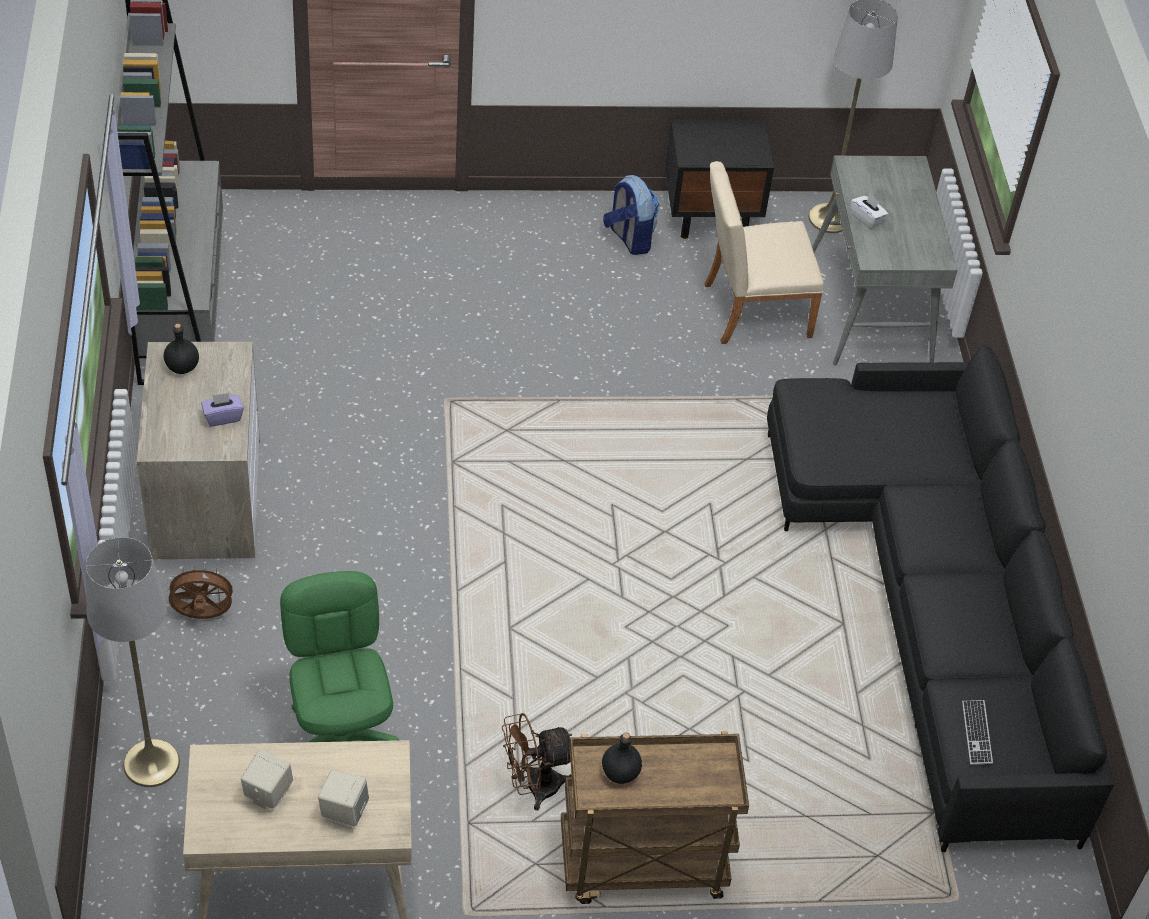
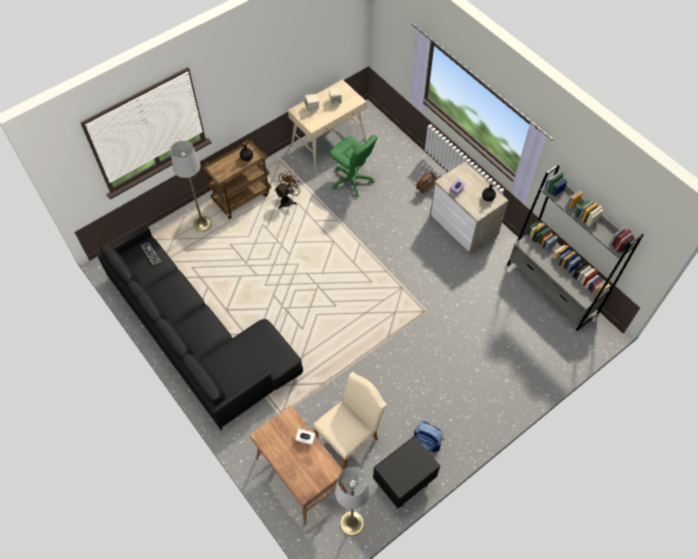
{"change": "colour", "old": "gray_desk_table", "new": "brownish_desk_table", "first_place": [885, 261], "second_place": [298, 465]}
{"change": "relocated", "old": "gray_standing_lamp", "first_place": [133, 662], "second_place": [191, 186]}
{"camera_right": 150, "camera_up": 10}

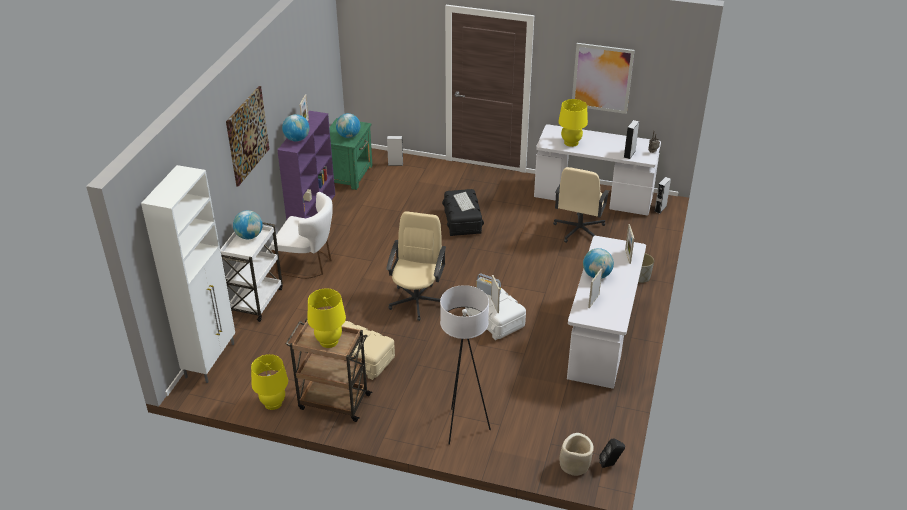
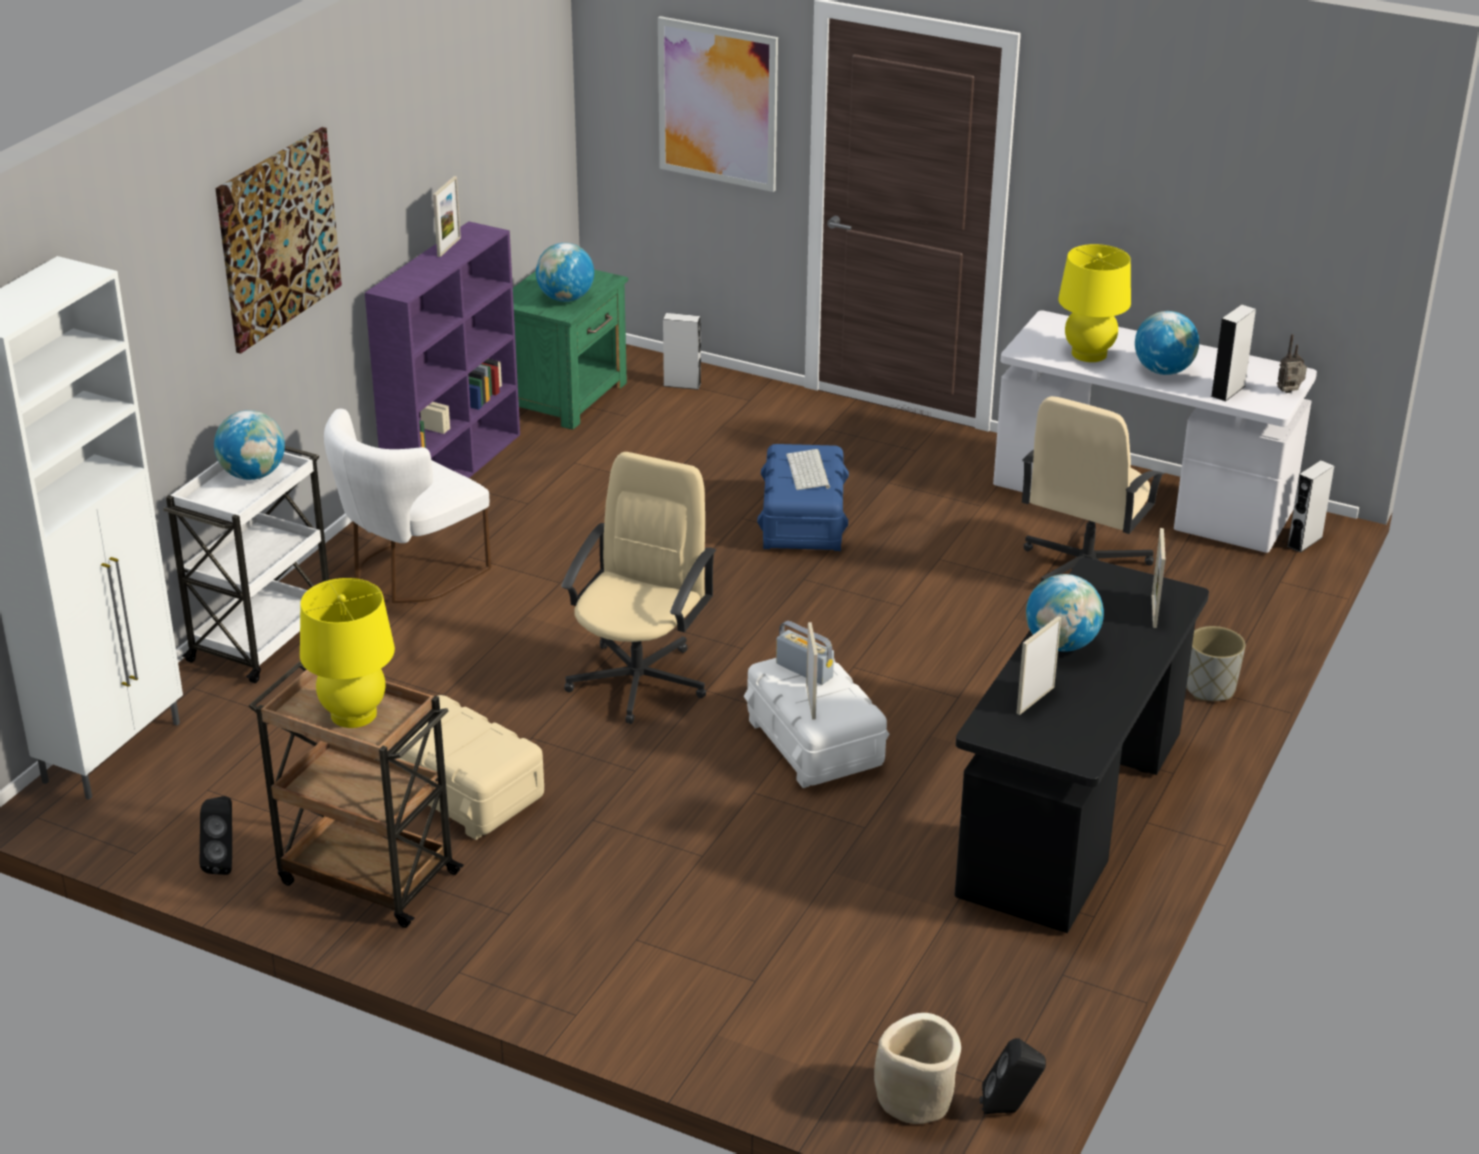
{"change": "relocated", "old": "wall_picture", "first_place": [603, 78], "second_place": [718, 104]}
{"change": "relocated", "old": "globe", "first_place": [295, 128], "second_place": [1167, 343]}
{"change": "colour", "old": "black-coloured_storage_container", "new": "bluish_storage_container", "first_place": [463, 212], "second_place": [803, 497]}
{"change": "spun", "old": "white_chair", "first_place": [302, 235], "second_place": [407, 506], "degrees": 105}
{"change": "colour", "old": "white_desk_table", "new": "black-coloured_desk_table", "first_place": [606, 312], "second_place": [1082, 745]}
{"change": "missing", "old": "white_standing_lamp", "first_place": [465, 365]}
{"change": "exchanged", "old": "yellowish_tabletop_lamp", "new": "black-coloured_audio_speaker", "first_place": [269, 382], "second_place": [216, 835]}
{"camera_right": 10, "camera_up": -5}

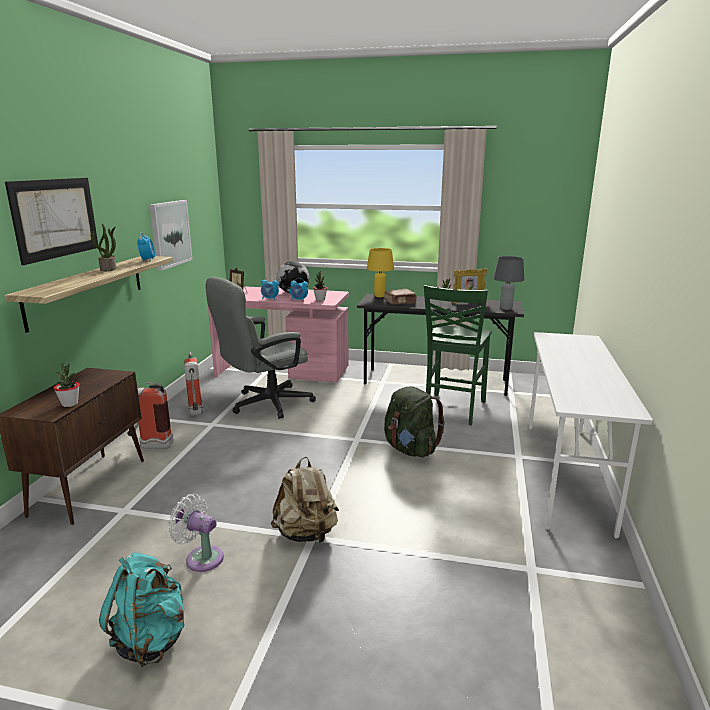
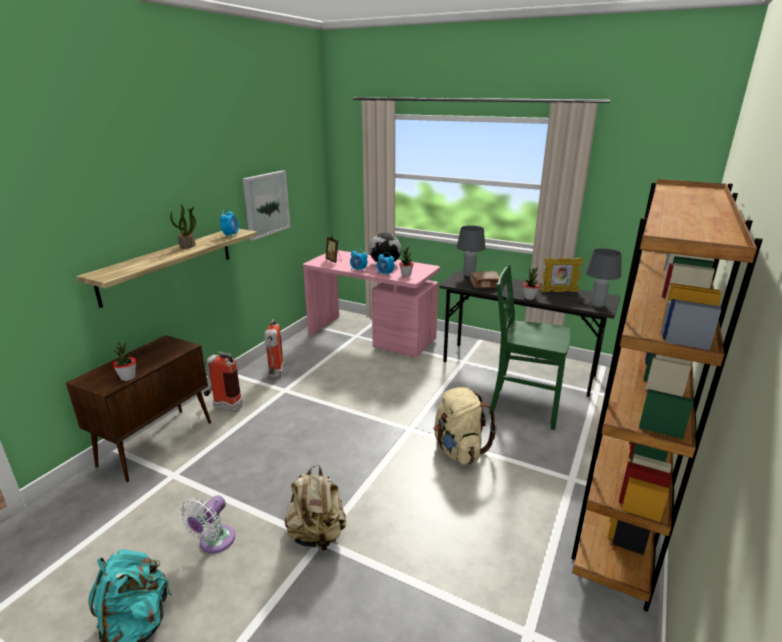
{"change": "missing", "old": "wall_picture", "first_place": [51, 221]}
{"change": "colour", "old": "yellowish_tabletop_lamp", "new": "gray_tabletop_lamp", "first_place": [380, 272], "second_place": [471, 251]}
{"change": "missing", "old": "gray_office_chair", "first_place": [260, 348]}
{"change": "spun", "old": "greenish_chair", "first_place": [458, 355], "second_place": [530, 347], "degrees": 75}
{"change": "exchanged", "old": "white_desk_table", "new": "brownish_bookcase", "first_place": [591, 435], "second_place": [667, 395]}
{"change": "colour", "old": "greenish_backpack", "new": "beige_backpack", "first_place": [414, 421], "second_place": [465, 426]}
{"change": "spun", "old": "white_cooling_fan", "first_place": [196, 533], "second_place": [207, 524], "degrees": -105}
{"camera_right": 15, "camera_up": 5}

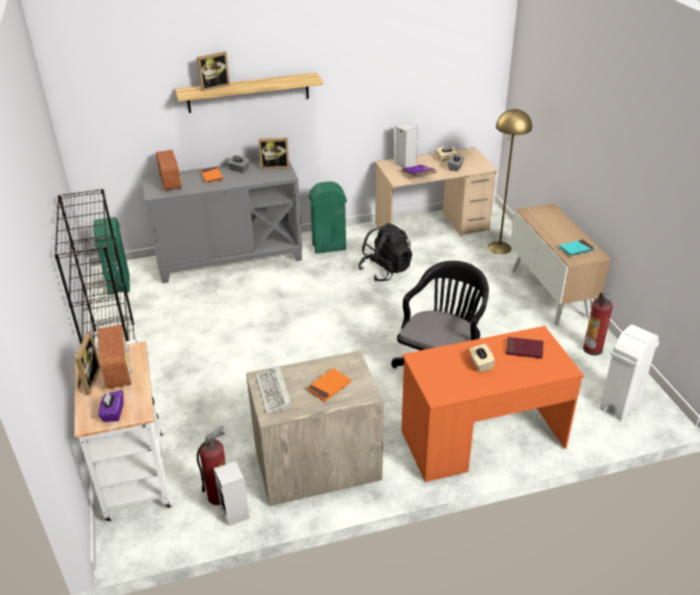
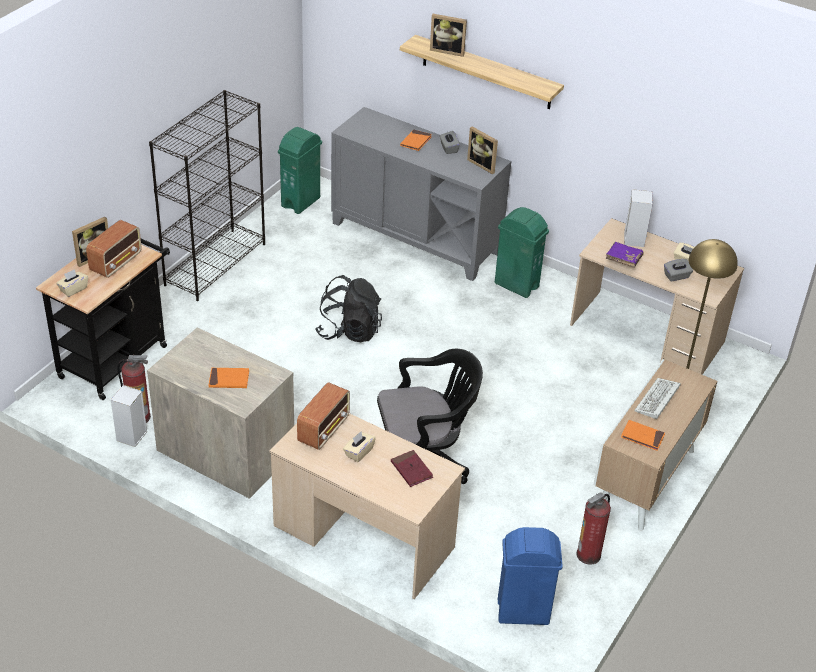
{"change": "relocated", "old": "radio_set", "first_place": [169, 170], "second_place": [323, 416]}
{"change": "relocated", "old": "black-coloured_backpack", "first_place": [385, 252], "second_place": [348, 308]}
{"change": "colour", "old": "blue-green_book", "new": "orange_book", "first_place": [577, 248], "second_place": [643, 435]}
{"change": "colour", "old": "white_trash_can", "new": "bluish_trash_can", "first_place": [629, 372], "second_place": [530, 576]}
{"change": "colour", "old": "orange_desk_table", "new": "beige_desk_table", "first_place": [492, 404], "second_place": [367, 506]}
{"change": "colour", "old": "white_cart", "new": "black-coloured_cart", "first_place": [123, 429], "second_place": [103, 319]}
{"change": "relocated", "old": "keyboard", "first_place": [274, 390], "second_place": [657, 398]}
{"change": "colour", "old": "purple_tissue_holder", "new": "beige_tissue_holder", "first_place": [111, 406], "second_place": [72, 283]}
{"camera_right": 45, "camera_up": 5}

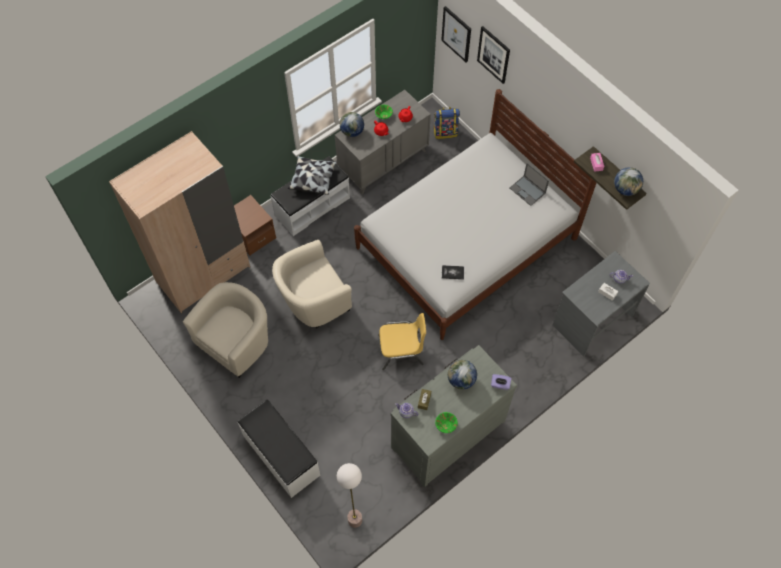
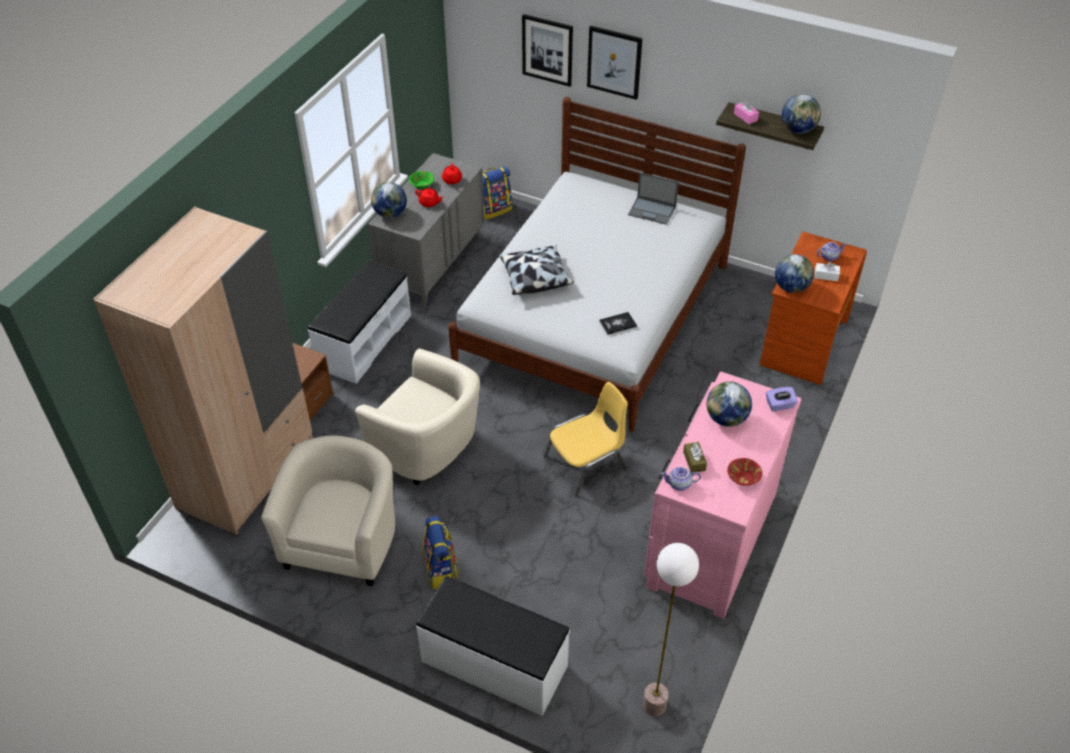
{"change": "relocated", "old": "wall_picture", "first_place": [456, 34], "second_place": [615, 63]}
{"change": "relocated", "old": "cushion", "first_place": [312, 175], "second_place": [536, 270]}
{"change": "spun", "old": "beige_lounge_chair", "first_place": [312, 284], "second_place": [417, 417], "degrees": -90}
{"change": "colour", "old": "gray_desk_table", "new": "brownish_desk_table", "first_place": [601, 303], "second_place": [813, 308]}
{"change": "colour", "old": "gray_dresser", "new": "pink-coloured_dresser", "first_place": [454, 416], "second_place": [722, 495]}
{"change": "colour", "old": "greenish_bowl", "new": "reddish_bowl", "first_place": [446, 422], "second_place": [744, 472]}
{"change": "appeared", "new": "globe", "second_place": [794, 273]}
{"change": "appeared", "new": "backpack", "second_place": [440, 552]}
{"camera_right": -25, "camera_up": -15}

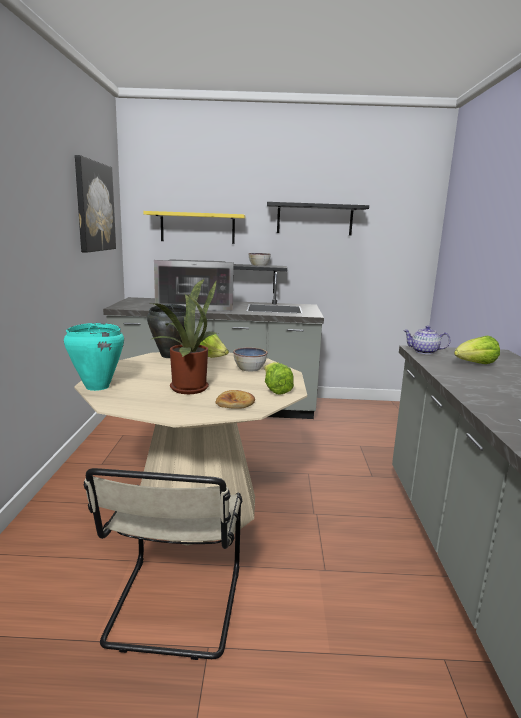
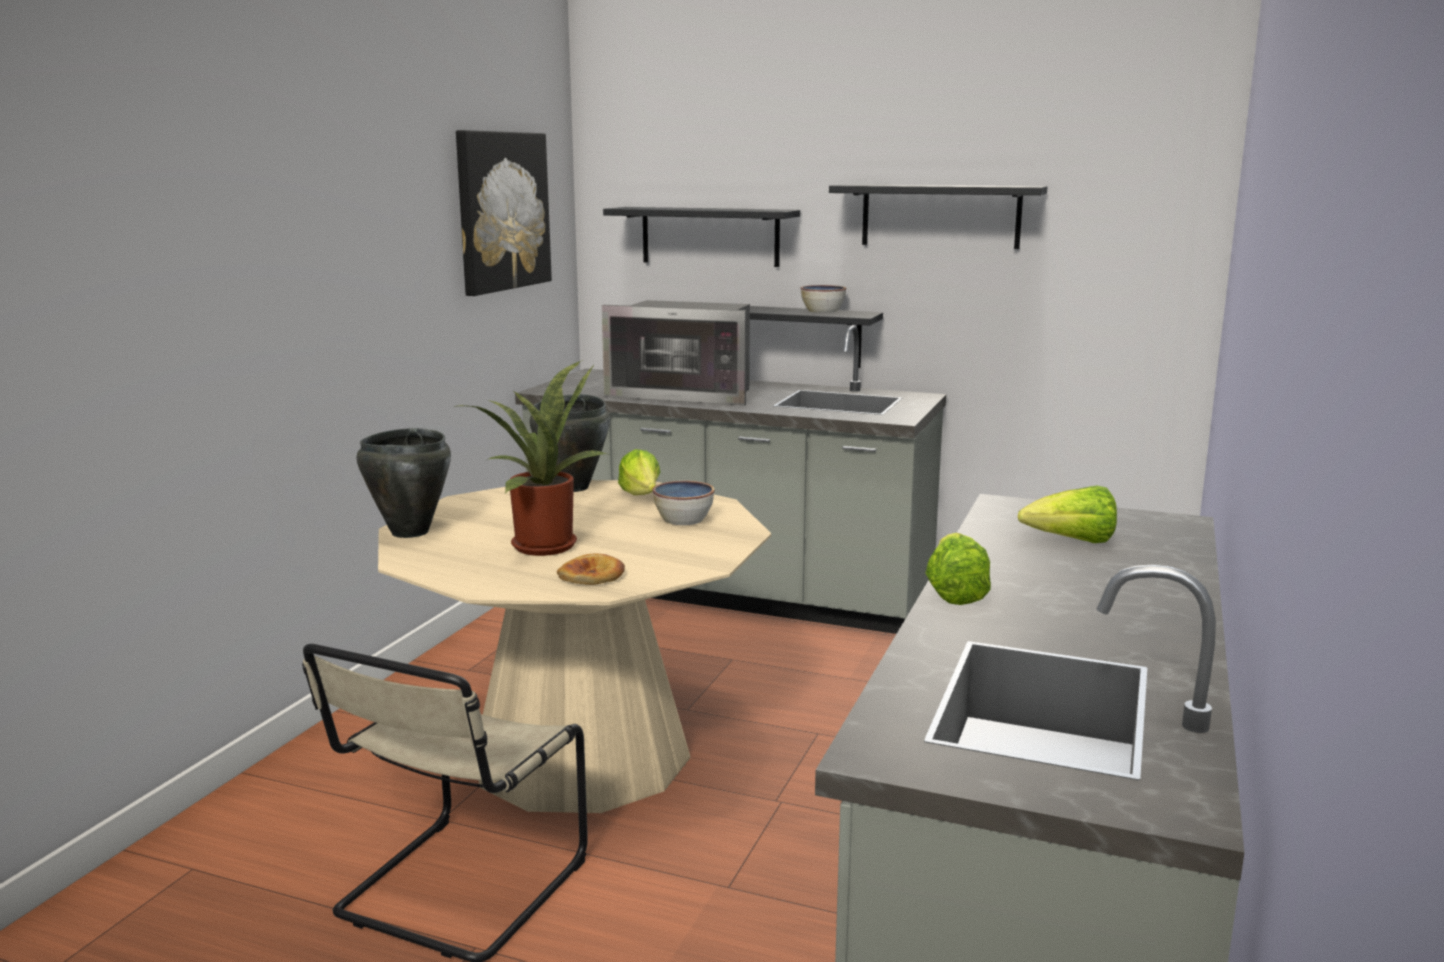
{"change": "colour", "old": "yellowish_bracket_shelf", "new": "black-coloured_bracket_shelf", "first_place": [194, 227], "second_place": [701, 237]}
{"change": "colour", "old": "blue-green_cooking_pot", "new": "black-coloured_cooking_pot", "first_place": [94, 357], "second_place": [403, 483]}
{"change": "missing", "old": "pot_for_tea", "first_place": [427, 340]}
{"change": "relocated", "old": "head_of_lettuce", "first_place": [279, 378], "second_place": [958, 569]}
{"camera_right": 20, "camera_up": 0}

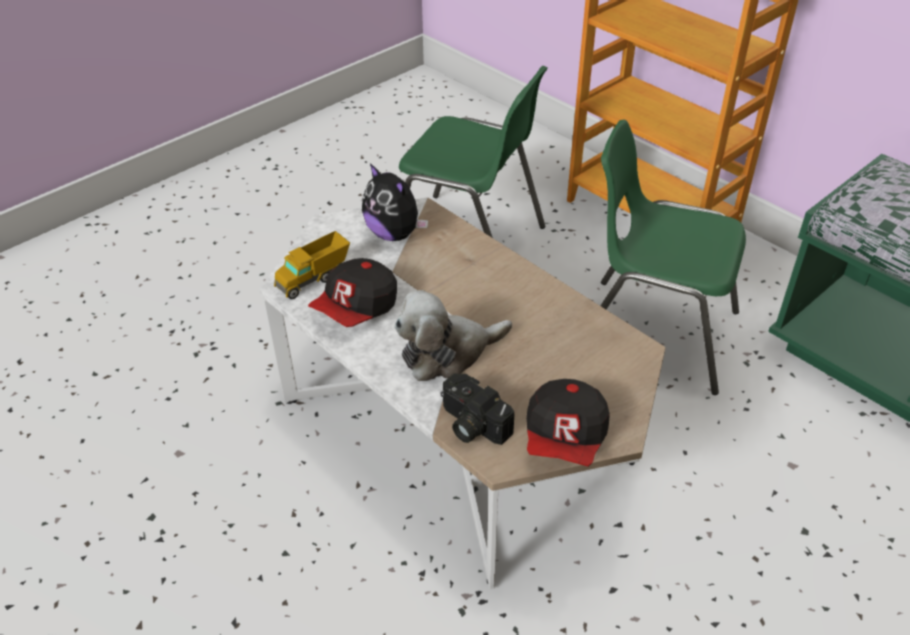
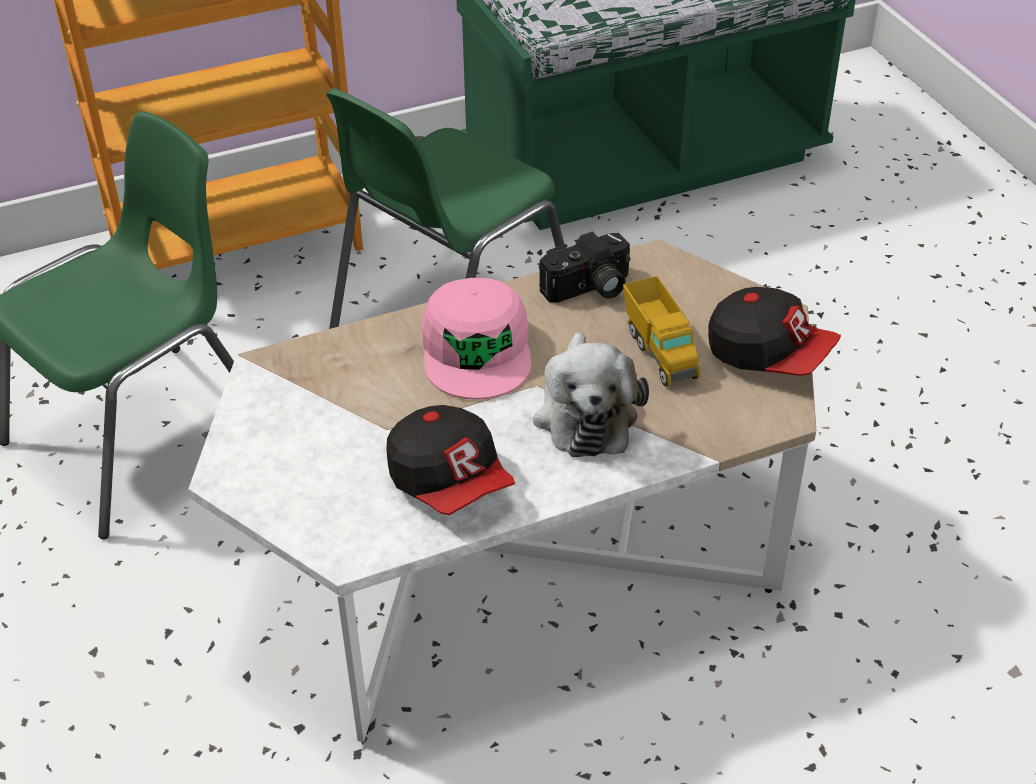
{"change": "missing", "old": "cuddly_toy", "first_place": [395, 202]}
{"change": "relocated", "old": "model_truck", "first_place": [312, 265], "second_place": [661, 331]}
{"change": "relocated", "old": "still_camera", "first_place": [477, 409], "second_place": [584, 266]}
{"change": "appeared", "new": "pink-coloured_peaked_cap", "second_place": [476, 339]}
{"camera_right": -70, "camera_up": 0}

